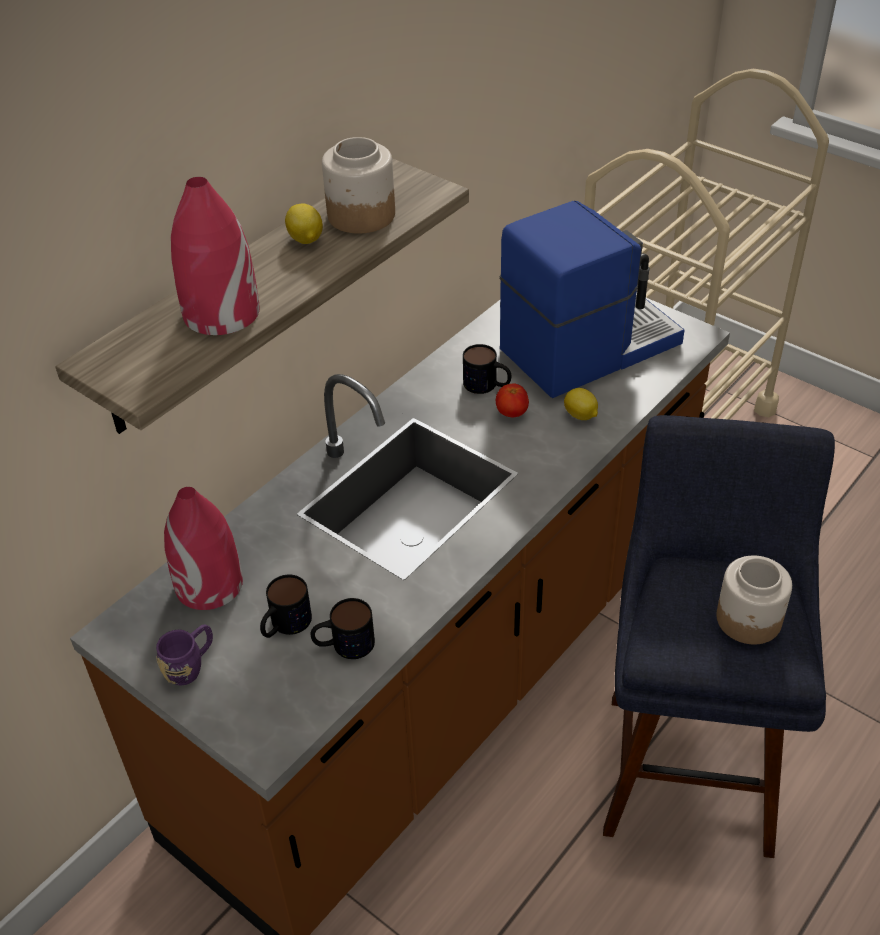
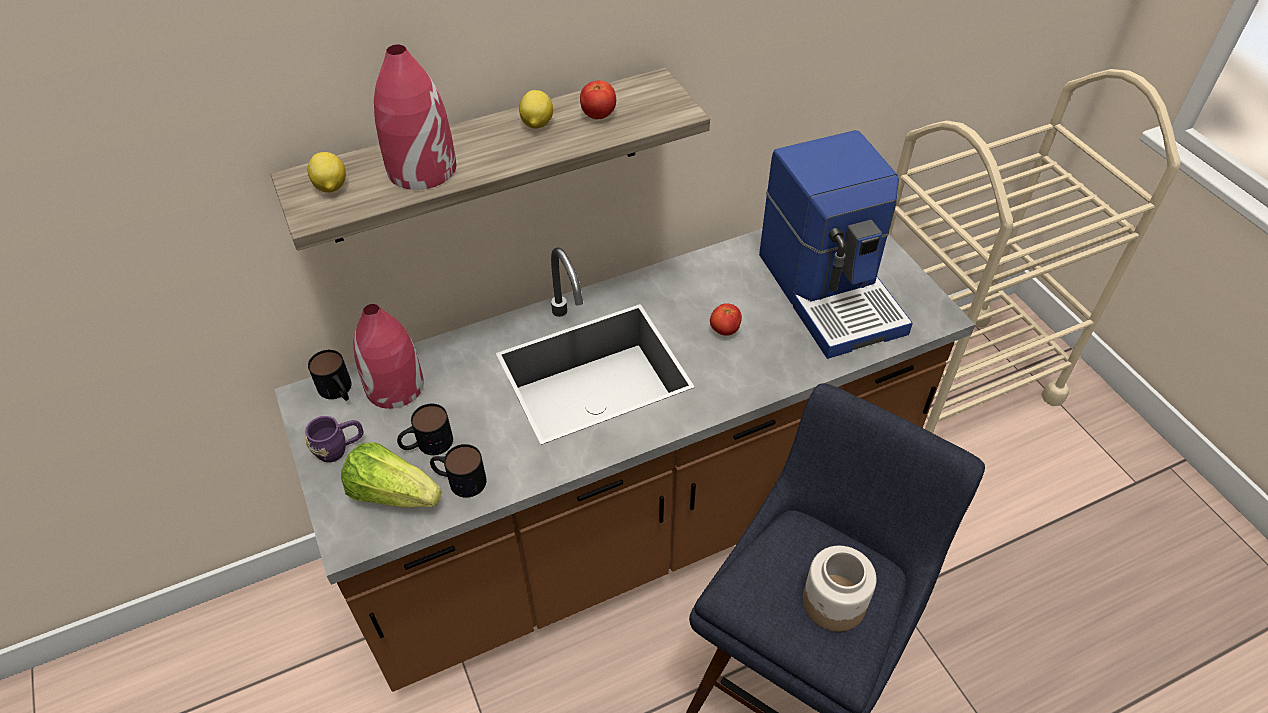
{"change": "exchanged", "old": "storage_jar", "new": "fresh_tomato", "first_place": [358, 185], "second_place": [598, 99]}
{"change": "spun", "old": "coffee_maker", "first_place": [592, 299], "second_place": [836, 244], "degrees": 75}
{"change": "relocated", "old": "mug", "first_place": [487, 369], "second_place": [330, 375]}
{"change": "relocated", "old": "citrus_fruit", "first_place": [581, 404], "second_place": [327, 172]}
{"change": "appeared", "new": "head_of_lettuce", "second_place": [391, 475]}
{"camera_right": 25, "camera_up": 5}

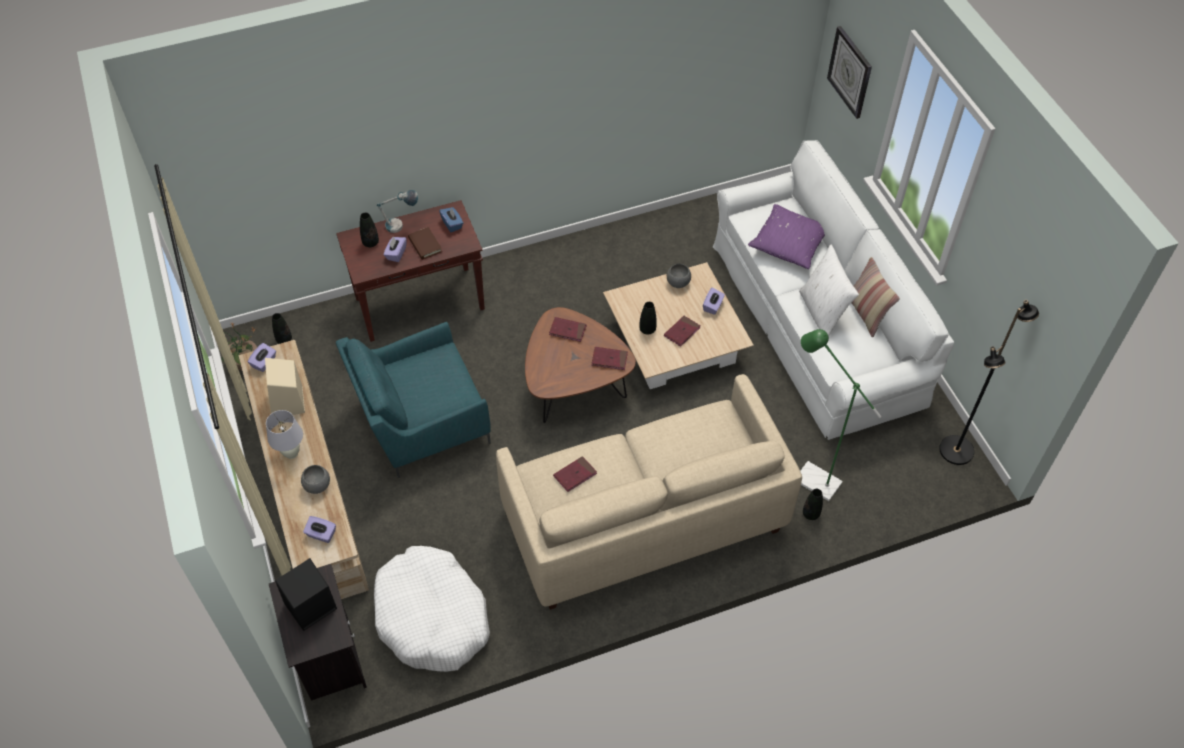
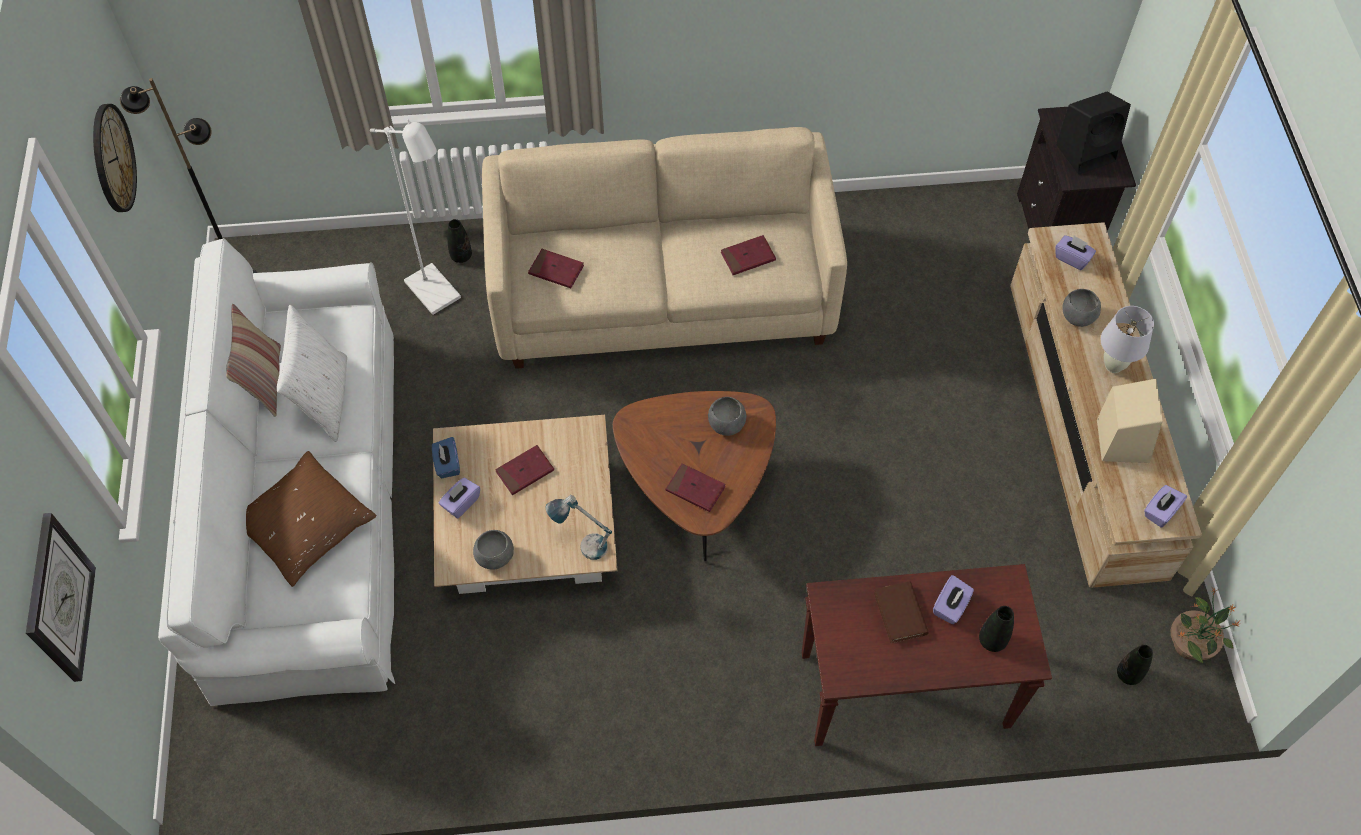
{"change": "relocated", "old": "tabletop_lamp", "first_place": [397, 211], "second_place": [578, 527]}
{"change": "colour", "old": "purple_cushion", "new": "brownish_cushion", "first_place": [786, 236], "second_place": [311, 519]}
{"change": "relocated", "old": "bluish_tissue_holder", "first_place": [451, 219], "second_place": [446, 457]}
{"change": "missing", "old": "black-coloured_flower_vase", "first_place": [648, 318]}
{"change": "missing", "old": "blue-green_lounge_chair", "first_place": [413, 400]}
{"change": "colour", "old": "greenish_standing_lamp", "new": "white_standing_lamp", "first_place": [840, 415], "second_place": [415, 217]}
{"change": "relocated", "old": "reddish_book", "first_place": [610, 358], "second_place": [556, 268]}
{"change": "missing", "old": "white_dog_cushion", "first_place": [432, 609]}
{"change": "appeared", "new": "clock_on_the_wall", "second_place": [115, 158]}
{"change": "appeared", "new": "gray_bowl", "second_place": [727, 416]}
{"camera_right": -165, "camera_up": 5}

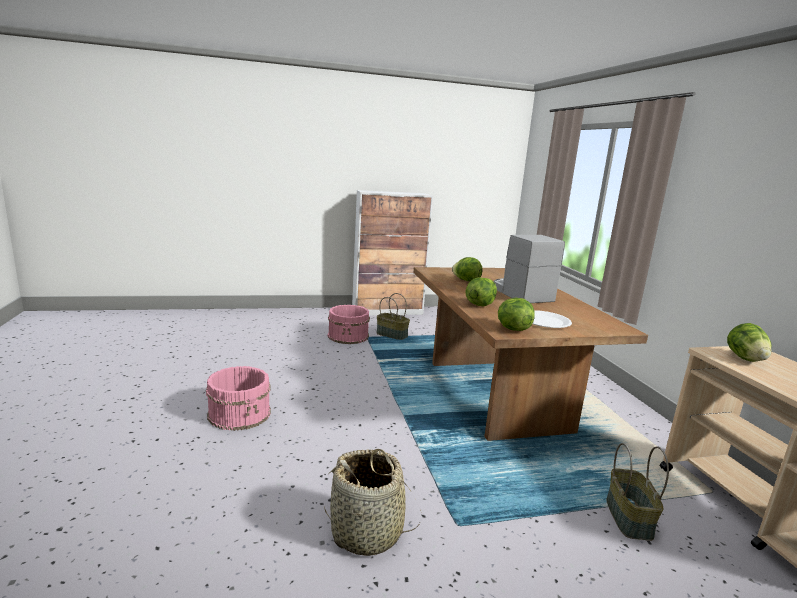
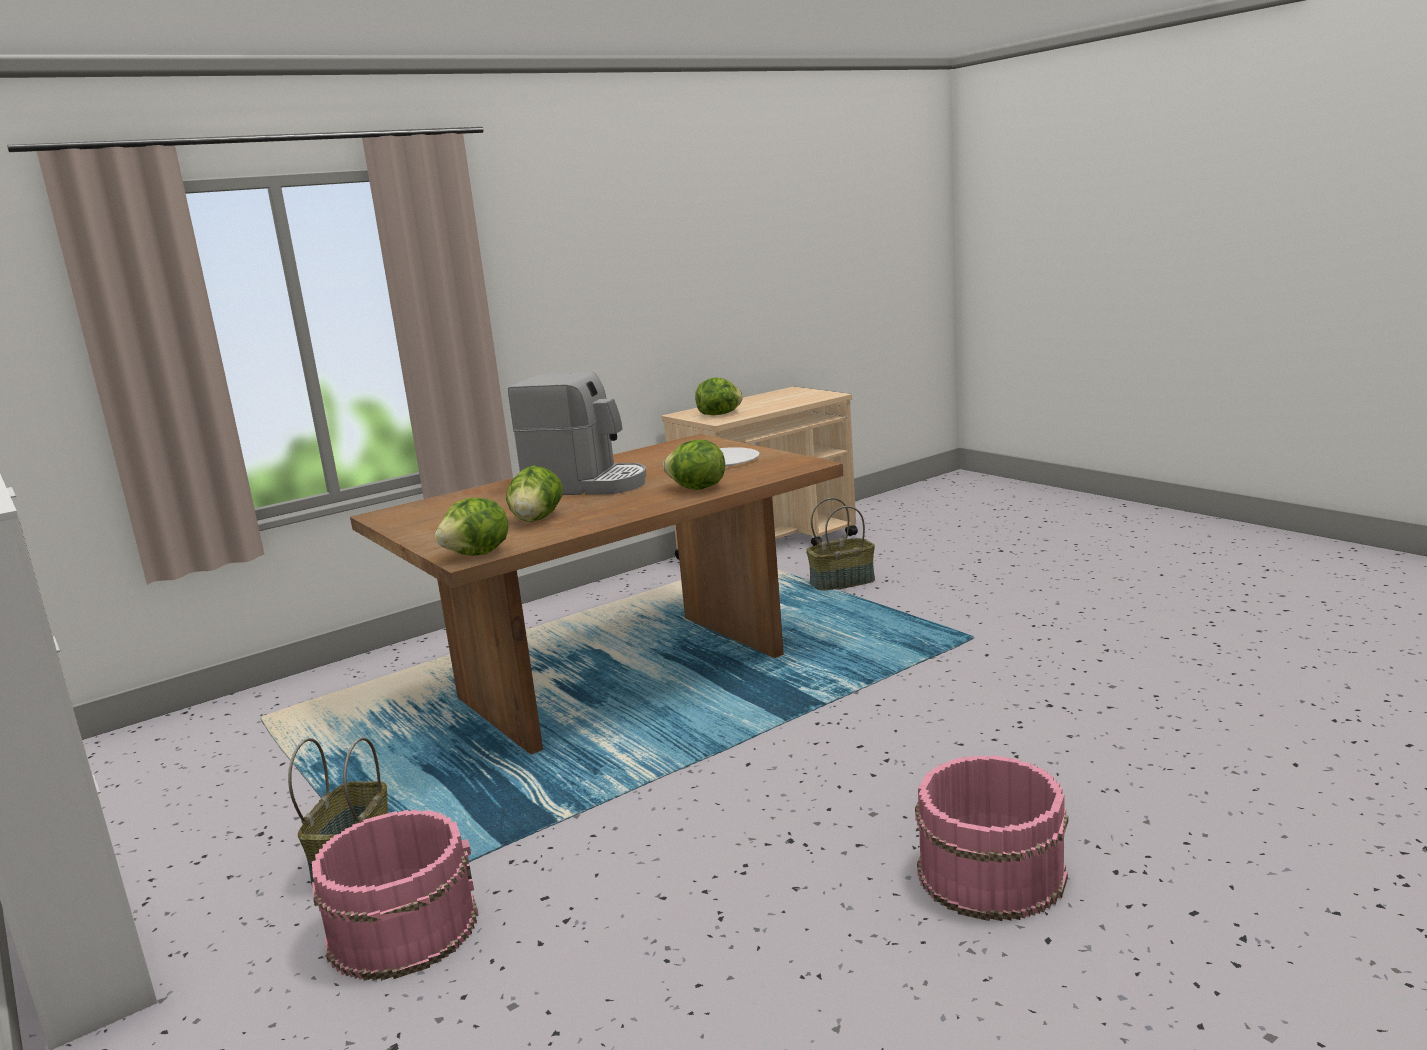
{"change": "spun", "old": "coffee_maker", "first_place": [529, 269], "second_place": [577, 433], "degrees": -120}
{"change": "relocated", "old": "head_of_lettuce", "first_place": [516, 314], "second_place": [472, 527]}
{"change": "missing", "old": "storage_basket", "first_place": [372, 502]}
{"camera_right": -110, "camera_up": 0}

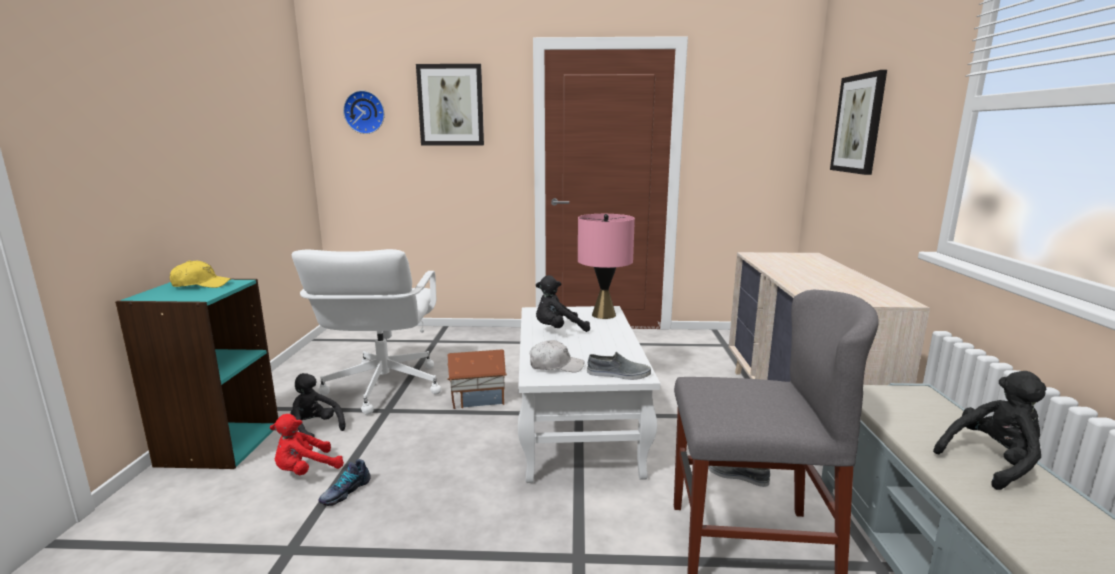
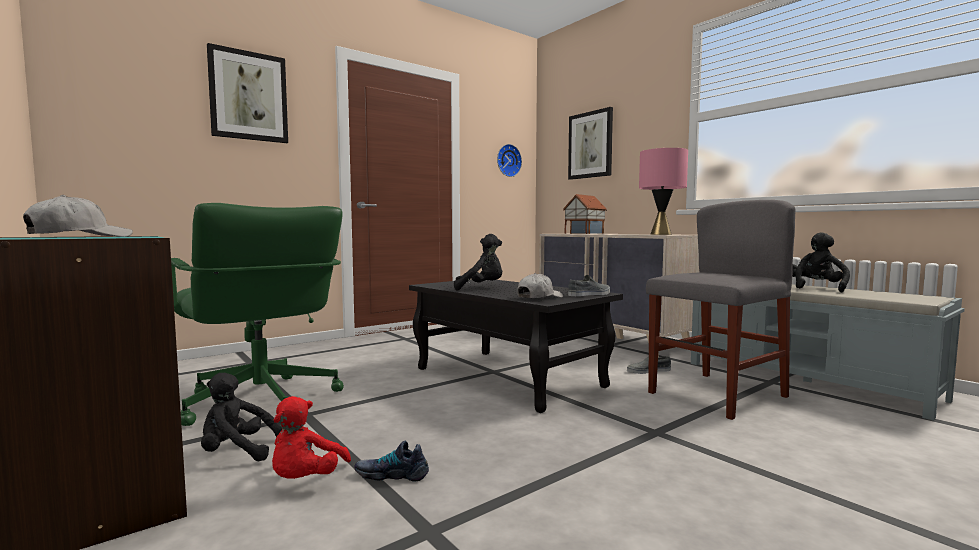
{"change": "relocated", "old": "clock_on_the_wall", "first_place": [364, 112], "second_place": [509, 160]}
{"change": "relocated", "old": "pink-coloured_tabletop_lamp", "first_place": [606, 266], "second_place": [663, 191]}
{"change": "colour", "old": "white_office_chair", "new": "greenish_office_chair", "first_place": [366, 332], "second_place": [257, 314]}
{"change": "colour", "old": "yellowish_peaked_cap", "new": "white_peaked_cap", "first_place": [200, 274], "second_place": [78, 216]}
{"change": "spun", "old": "black-coloured_cuddly_toy", "first_place": [563, 303], "second_place": [478, 262], "degrees": -120}
{"change": "colour", "old": "white_lounge_table", "new": "black-coloured_lounge_table", "first_place": [589, 394], "second_place": [516, 346]}
{"change": "relocated", "old": "miniature_house", "first_place": [477, 379], "second_place": [585, 214]}
{"change": "spun", "old": "item_of_footwear", "first_place": [344, 482], "second_place": [392, 461], "degrees": 105}
{"camera_right": -40, "camera_up": -10}

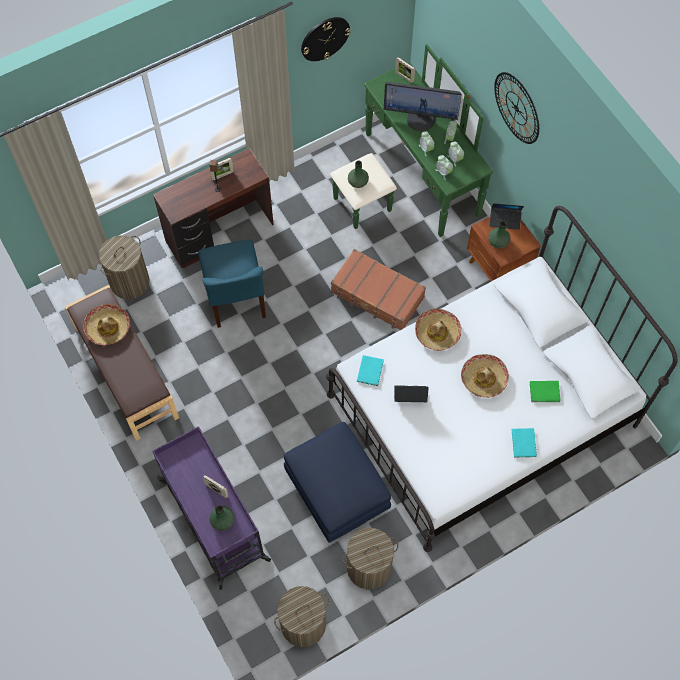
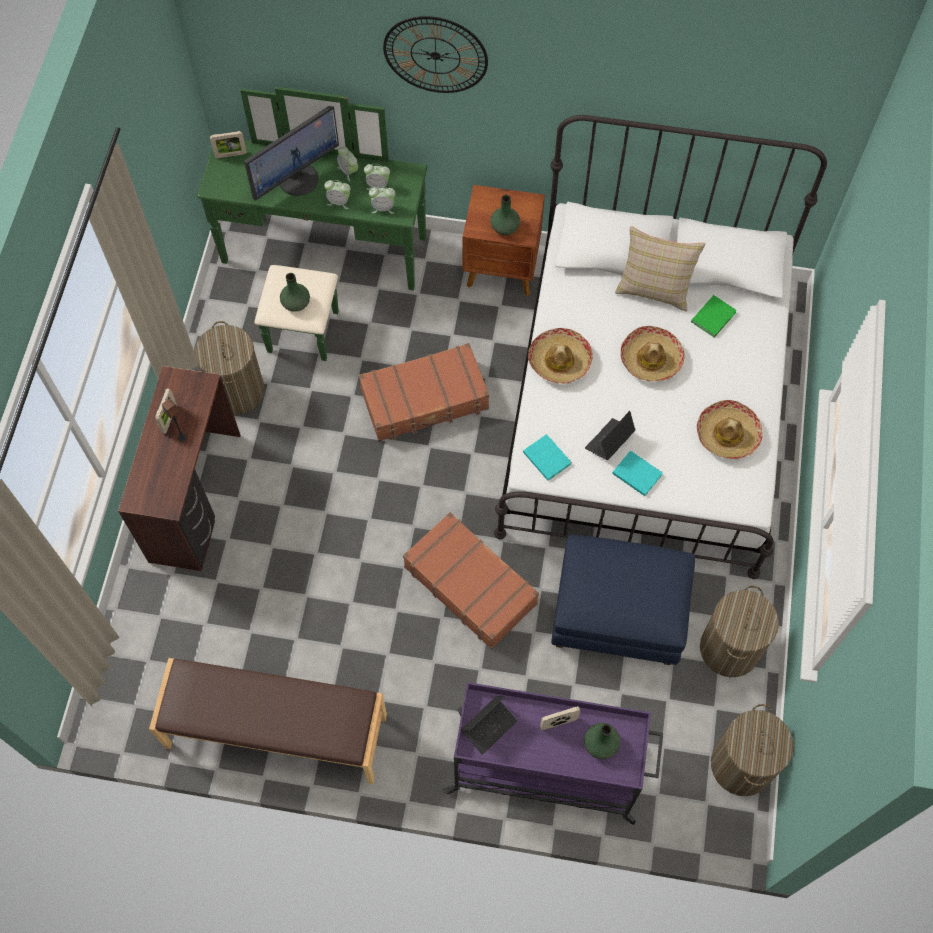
{"change": "missing", "old": "clock_on_the_wall", "first_place": [326, 39]}
{"change": "relocated", "old": "notebook_computer", "first_place": [507, 216], "second_place": [489, 725]}
{"change": "relocated", "old": "laundry_basket", "first_place": [124, 267], "second_place": [229, 368]}
{"change": "missing", "old": "bluish_chair", "first_place": [232, 284]}
{"change": "relocated", "old": "hat", "first_place": [107, 324], "second_place": [730, 429]}
{"change": "relocated", "old": "blue-green_book", "first_place": [524, 443], "second_place": [637, 473]}
{"change": "appeared", "new": "beige_cushion", "second_place": [660, 269]}
{"change": "appeared", "new": "brownish_travel_case", "second_place": [471, 580]}
{"camera_right": -50, "camera_up": 0}

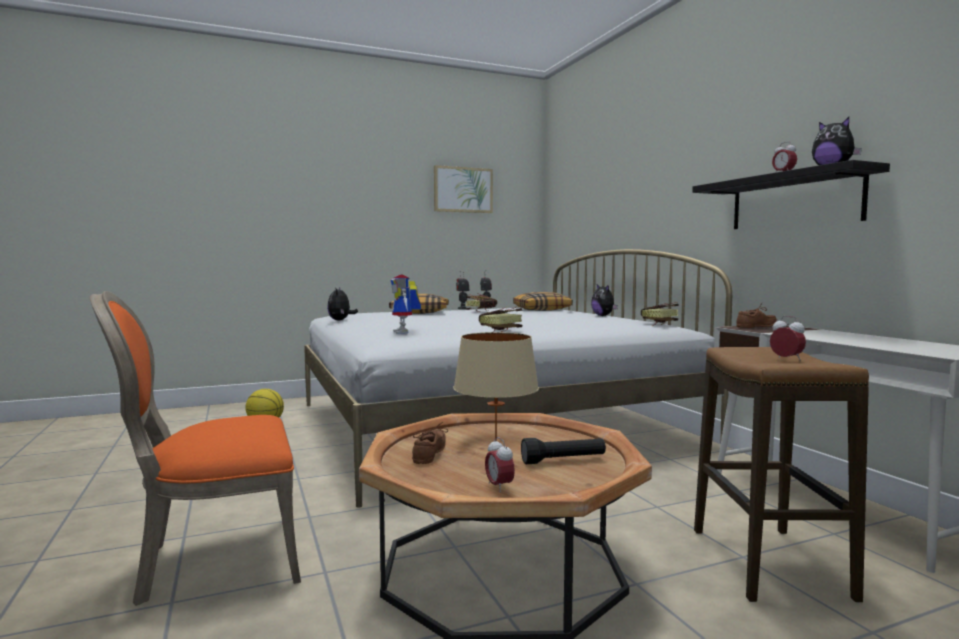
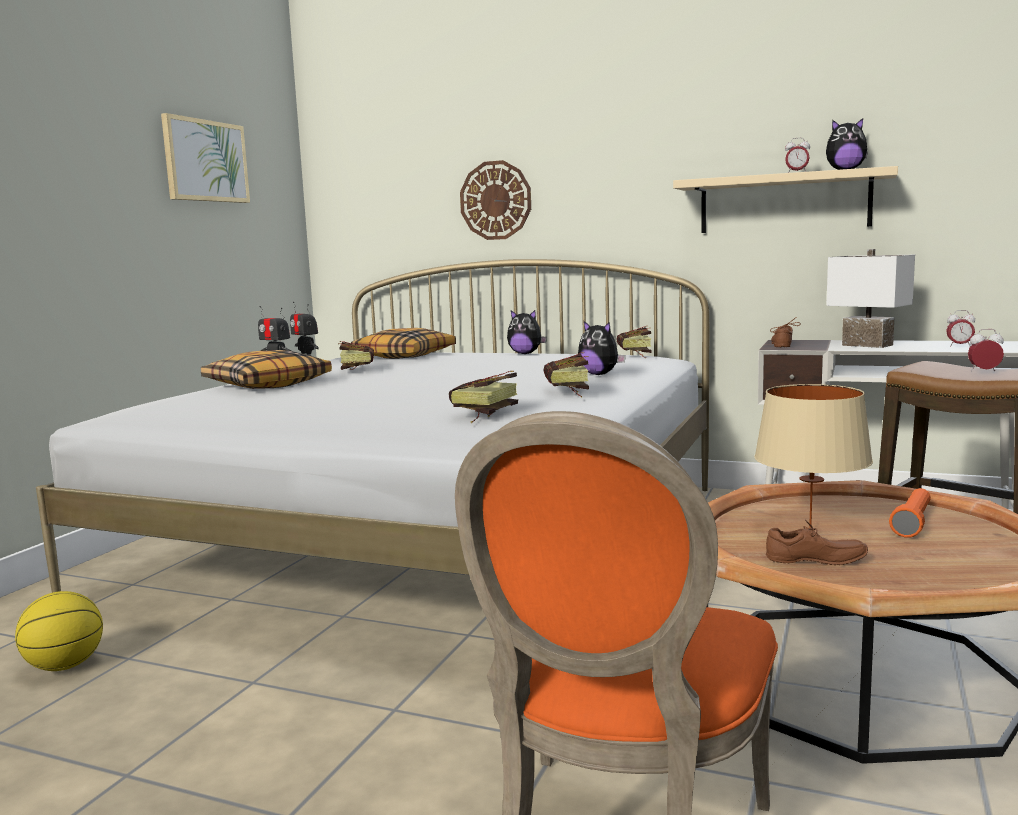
{"change": "colour", "old": "black-coloured_bracket_shelf", "new": "beige_bracket_shelf", "first_place": [791, 194], "second_place": [785, 199]}
{"change": "exchanged", "old": "toy_robot", "new": "book", "first_place": [405, 304], "second_place": [483, 397]}
{"change": "relocated", "old": "cuddly_toy", "first_place": [342, 304], "second_place": [602, 348]}
{"change": "spun", "old": "brownish_item_of_footwear", "first_place": [430, 443], "second_place": [817, 542], "degrees": 135}
{"change": "relocated", "old": "alarm_clock", "first_place": [500, 464], "second_place": [960, 328]}
{"change": "colour", "old": "black-coloured_hand_torch", "new": "orange_hand_torch", "first_place": [563, 451], "second_place": [910, 513]}
{"change": "appeared", "new": "clock_on_the_wall", "second_place": [495, 200]}
{"change": "appeared", "new": "white_tabletop_lamp", "second_place": [870, 298]}
{"camera_right": -45, "camera_up": 5}

